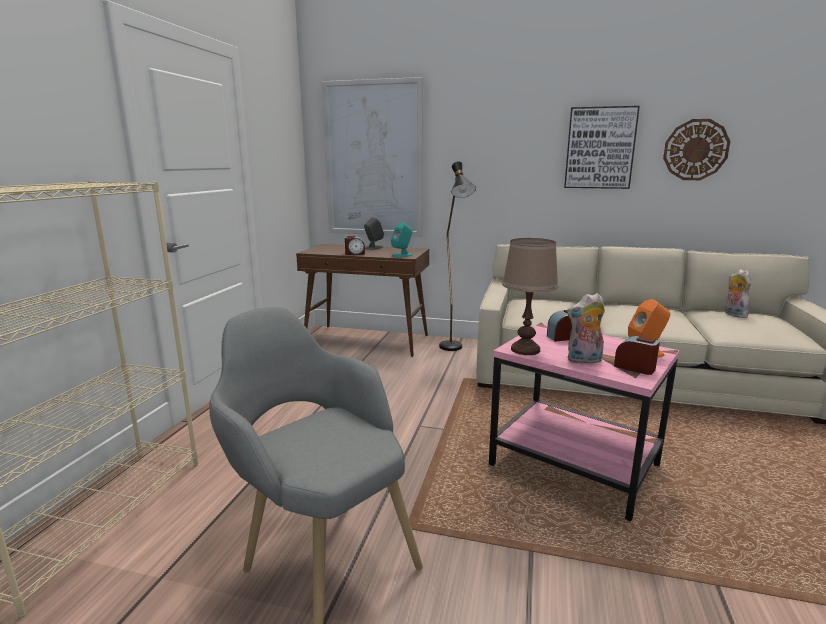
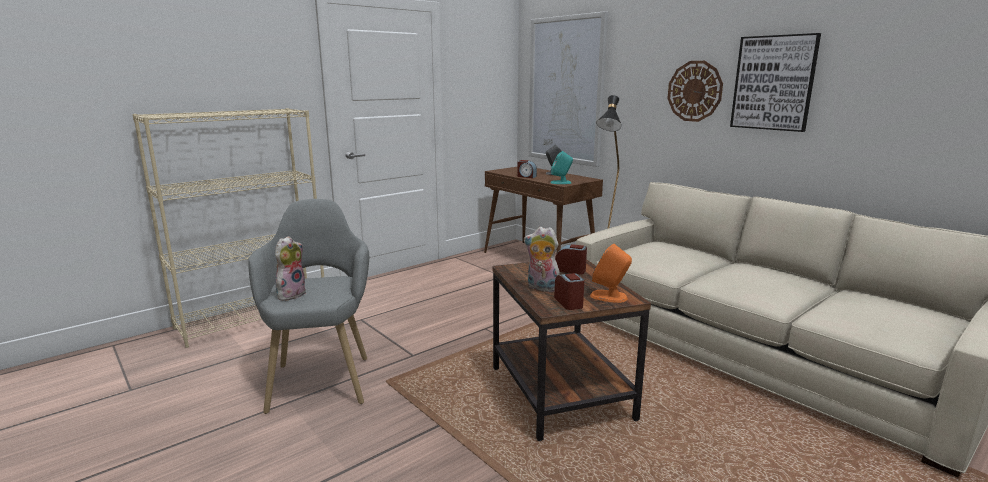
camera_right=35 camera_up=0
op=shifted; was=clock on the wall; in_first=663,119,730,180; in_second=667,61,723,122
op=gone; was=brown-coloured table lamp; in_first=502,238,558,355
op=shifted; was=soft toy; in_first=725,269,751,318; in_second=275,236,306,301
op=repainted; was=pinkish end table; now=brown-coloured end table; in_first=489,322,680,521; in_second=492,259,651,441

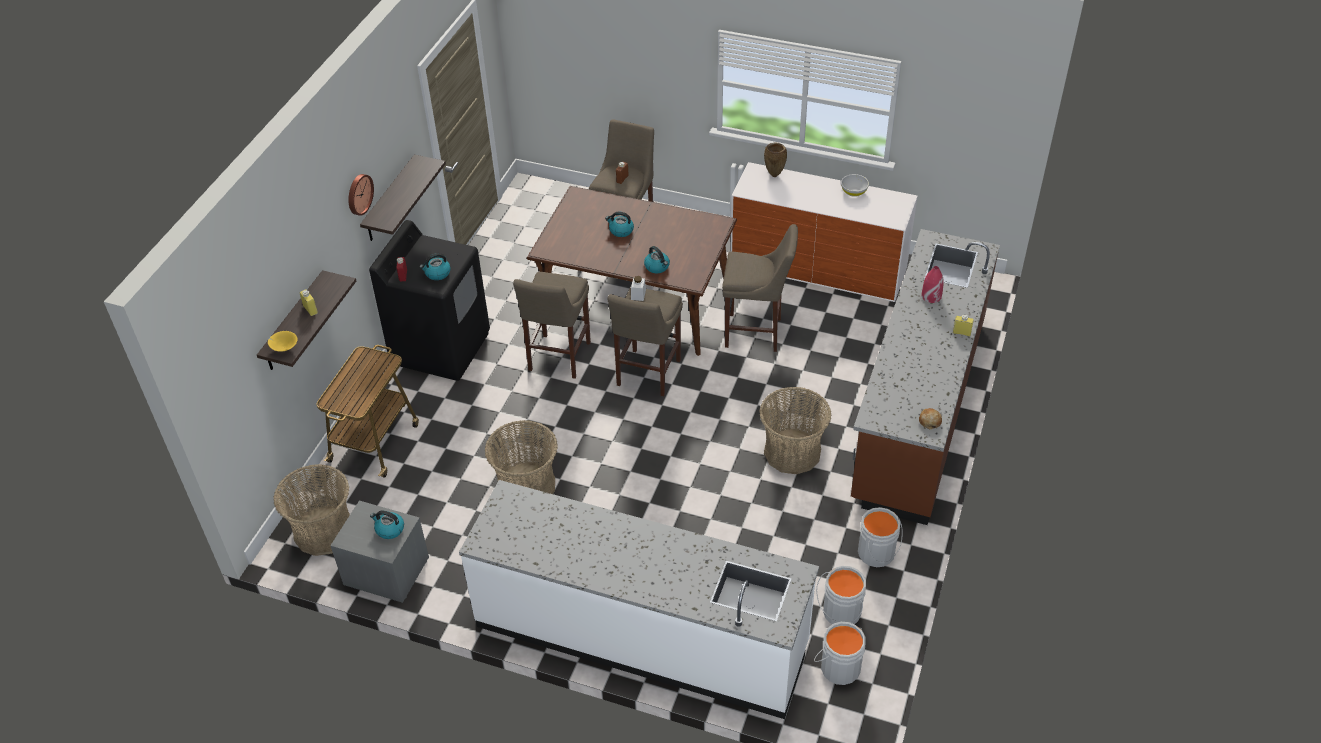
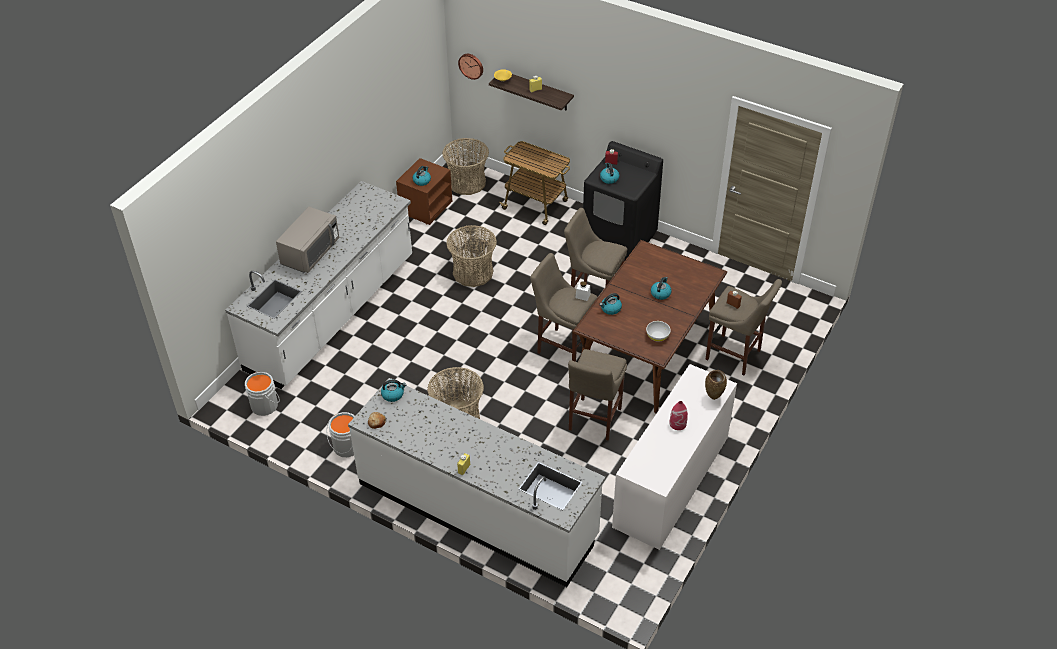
camera_right=100 camera_up=0
op=gone; was=shelf; in_first=360,154,446,241
op=shifted; was=clock on the wall; in_first=348,174,374,216; in_second=458,54,483,80
op=shifted; was=whitish serving bowl; in_first=841,174,869,197; in_second=646,321,671,342
op=repainted; was=brown-coloured kitchen counter; now=whitish kitchen counter; in_first=851,229,1000,525; in_second=348,378,605,587
op=shifted; was=red-coloured flower vase; in_first=921,266,944,303; in_second=669,401,688,430
op=repainted; was=grey bedside table; now=brown-coloured bedside table; in_first=330,501,429,603; in_second=396,158,452,225
op=gone; was=grey pail; in_first=816,566,866,624
op=new; now=grey microwave; in_second=276,207,339,273
op=new; now=kettle; in_second=381,380,406,402

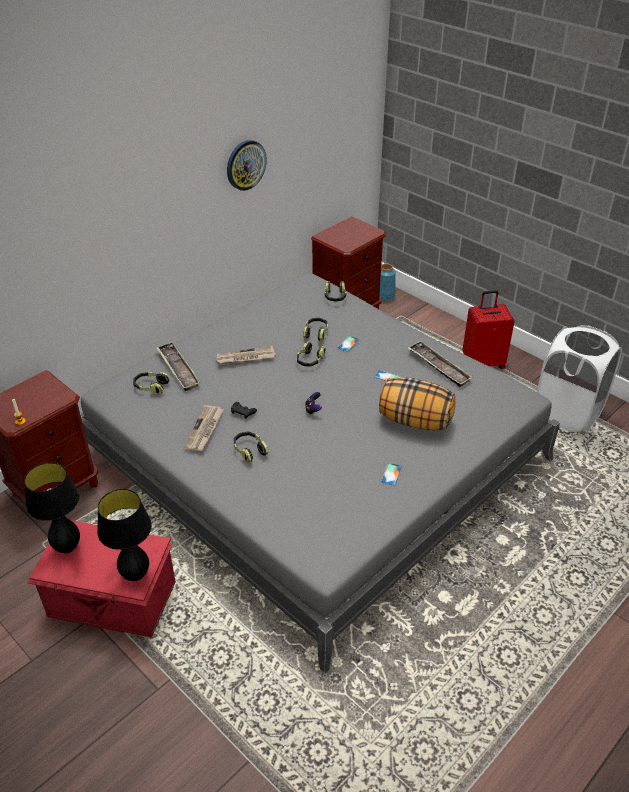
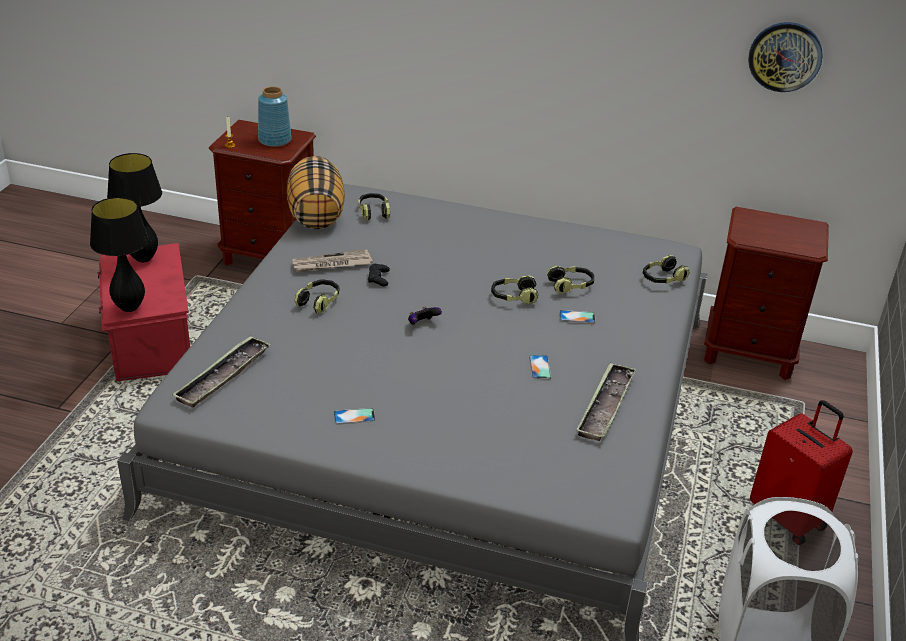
camera_right=60 camera_up=-5
op=shifted; was=clock on the wall; in_first=227,140,267,191; in_second=748,22,823,92
op=shifted; was=blue-coloured flower vase; in_first=379,264,396,301; in_second=258,86,292,147
op=shifted; was=carrying tray; in_first=156,342,201,391; in_second=172,336,271,408
op=gone; was=printed paper; in_first=217,345,276,364
op=shifted; was=cushion; in_first=379,377,455,431; in_second=287,156,345,229

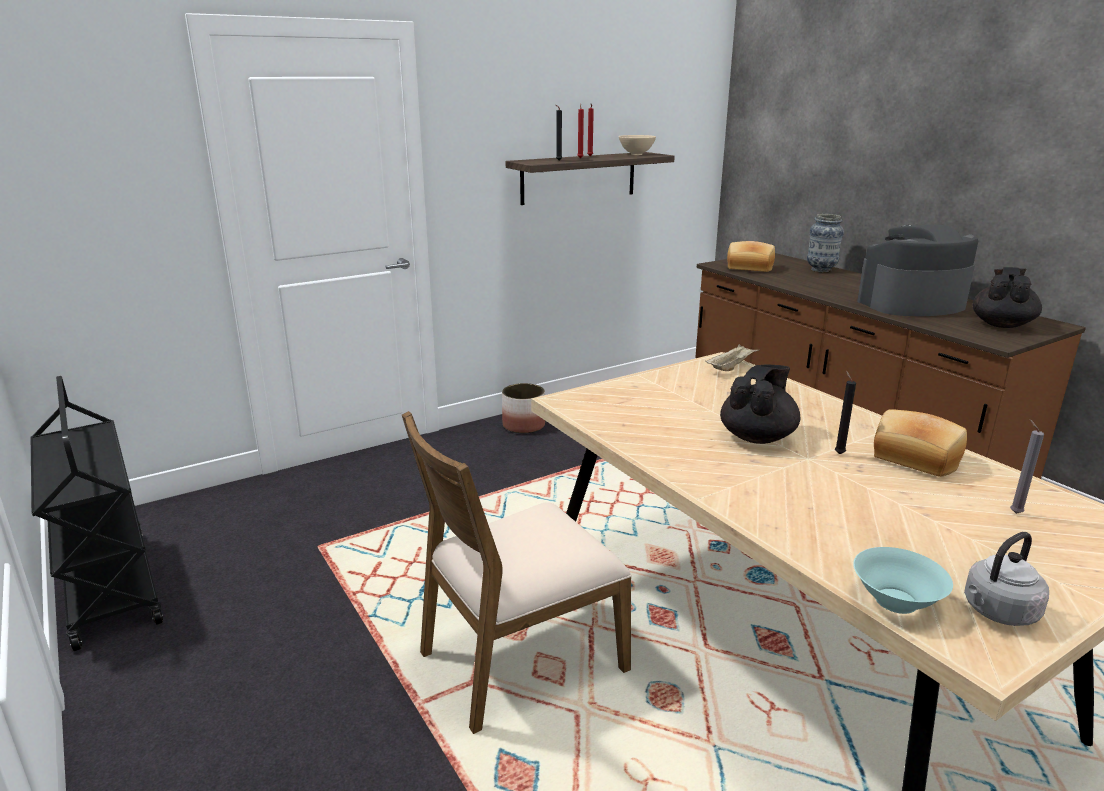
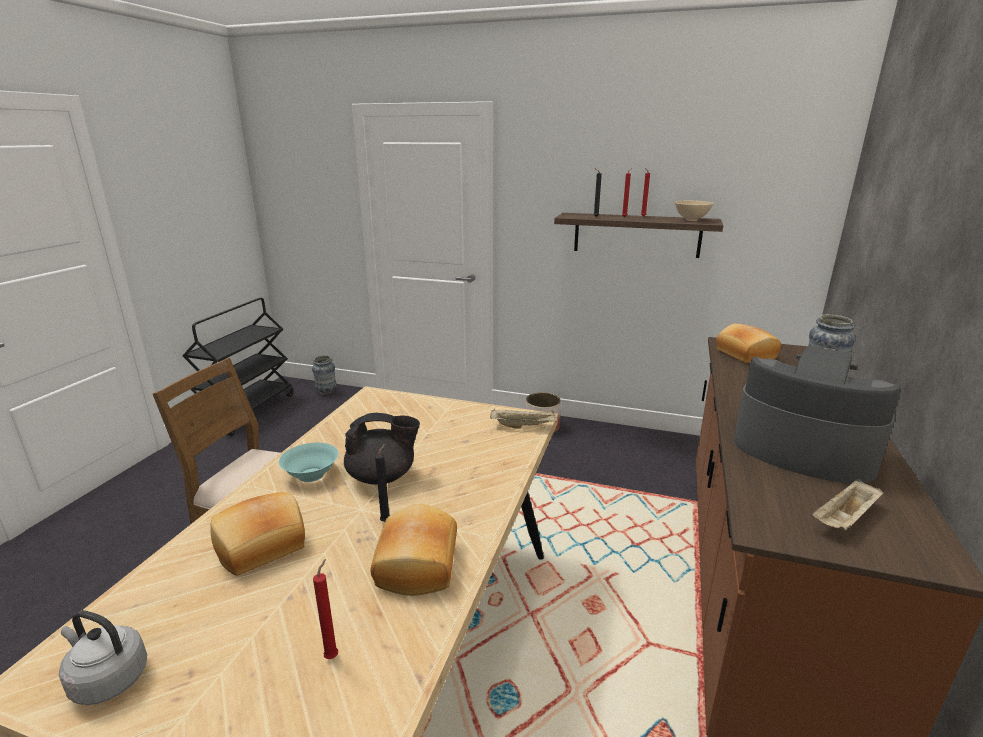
camera_right=50 camera_up=0
op=swapped; was=blackish teapot; now=beige-coloured carrying tray; in_first=973,267,1042,328; in_second=812,479,884,530
op=repainted; was=grey wax light; now=red-coloured wax light; in_first=1010,419,1044,514; in_second=313,559,338,659
op=shifted; was=blue-green serving bowl; in_first=853,547,953,614; in_second=279,443,338,482
op=new; now=flower vase; in_second=312,355,336,395
op=new; now=bakery bread; in_second=210,492,305,576

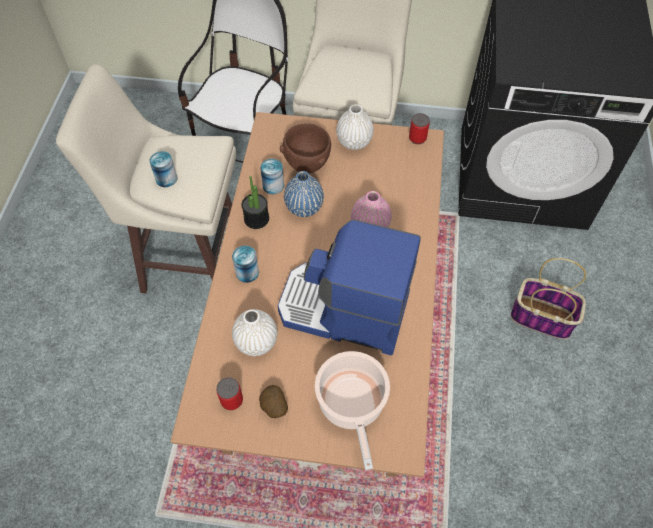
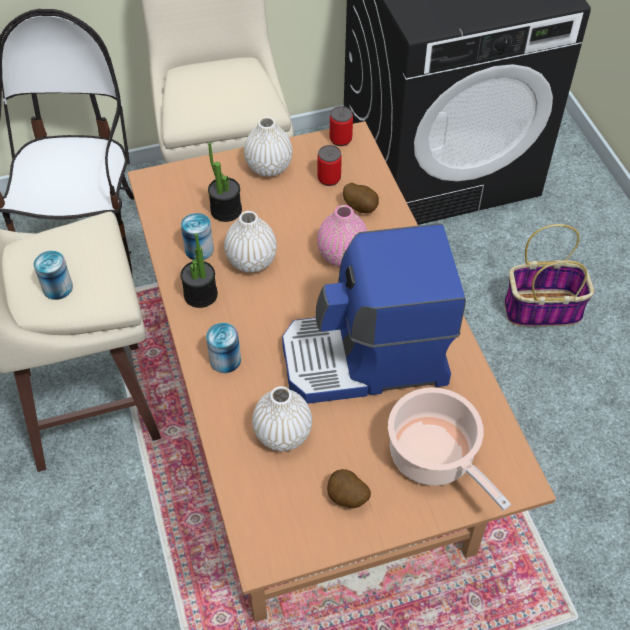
camera_right=-25 camera_up=-5
op=swapped; was=brown-coloured serving bowl; now=plant in a pot; in_first=280,123,331,173; in_second=208,142,242,222
op=repainted; was=blue-coloured flower vase; now=whitish flower vase; in_first=284,171,324,217; in_second=224,211,277,273
op=shifted; was=sealed can; in_first=216,377,243,410; in_second=317,145,342,186
op=new; now=potato; in_second=343,183,379,213

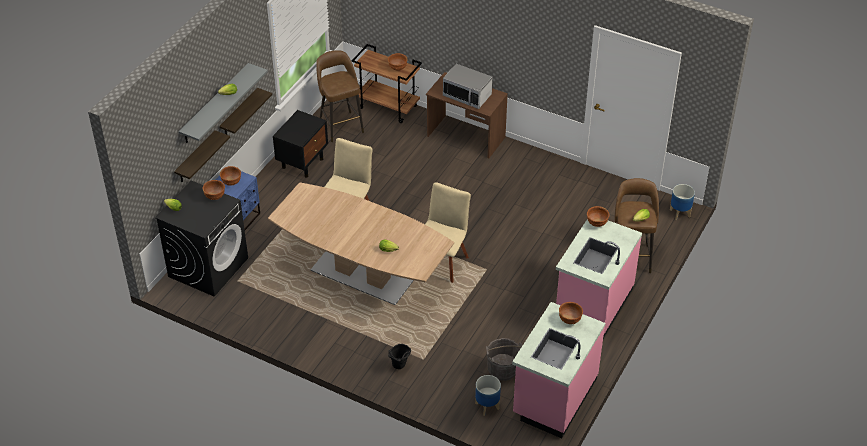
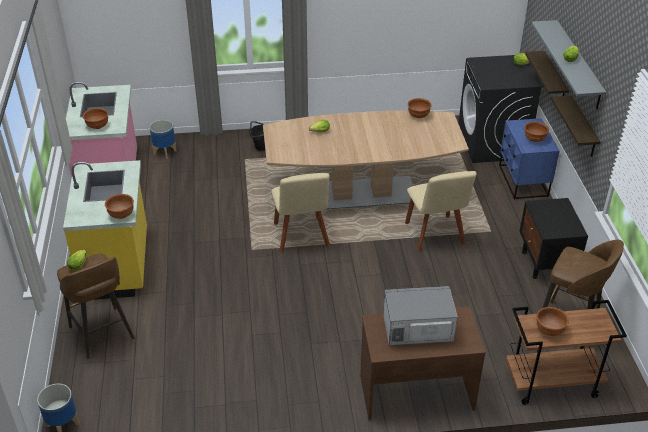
camera_right=145 camera_up=-5
op=shifted; was=brown-coloured serving bowl; in_first=203,180,225,200; in_second=408,98,432,118
op=repainted; was=pinkish kitchen counter; now=yellow-coloured kitchen counter; in_first=556,219,642,338; in_second=63,160,147,300
op=gone; was=grey pail; in_first=486,338,522,381

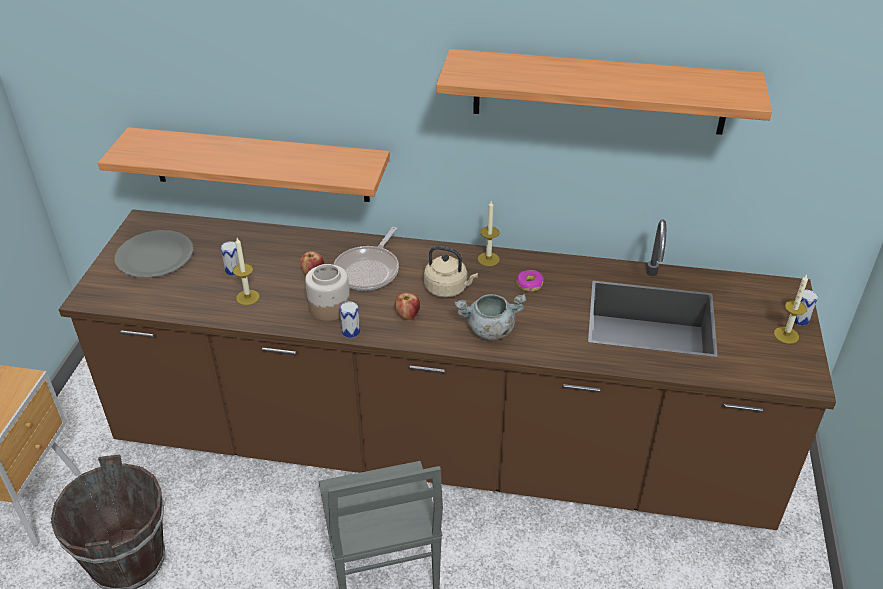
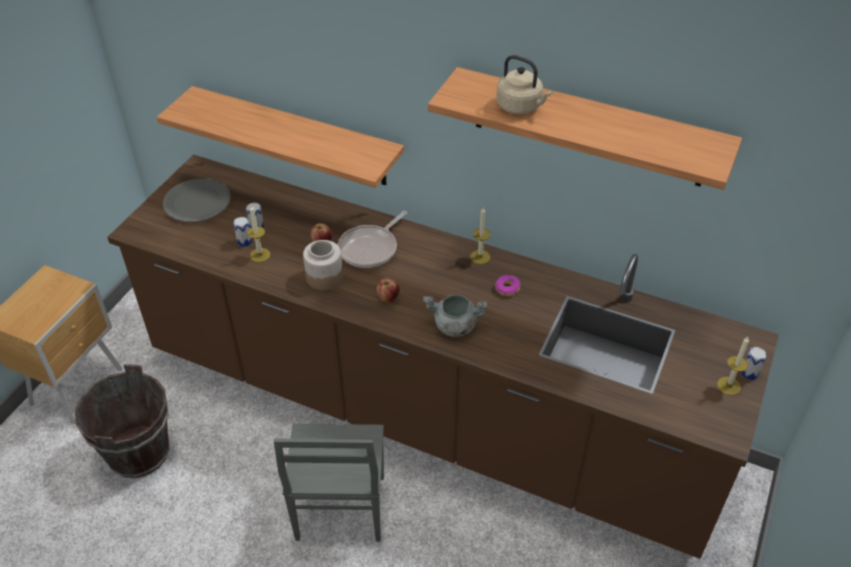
camera_right=15 camera_up=5
op=shifted; was=beige-coloured kettle; in_first=424,246,478,297; in_second=496,55,553,114
op=shifted; was=sealed can; in_first=340,301,360,338; in_second=233,217,252,247

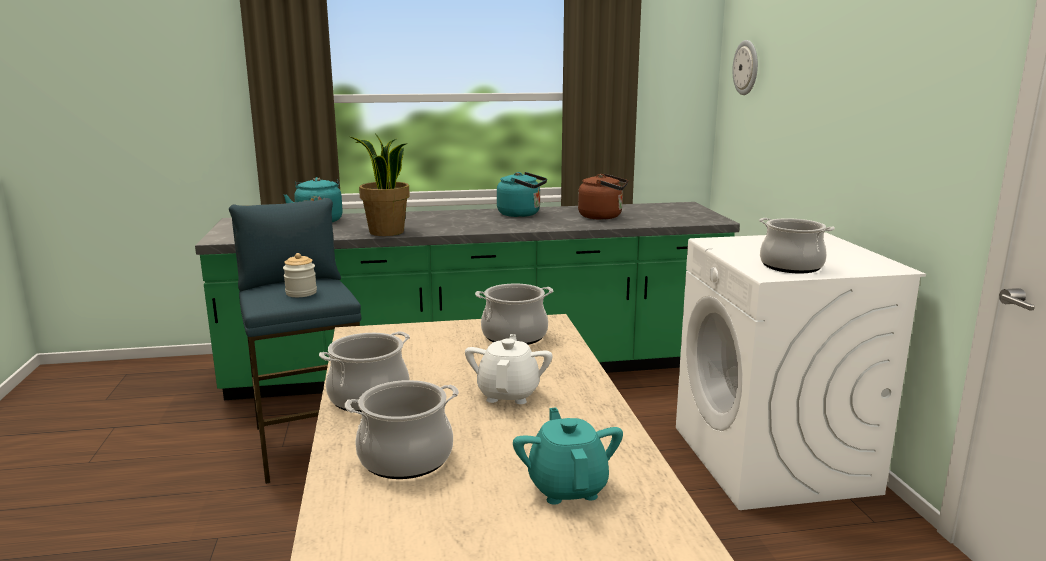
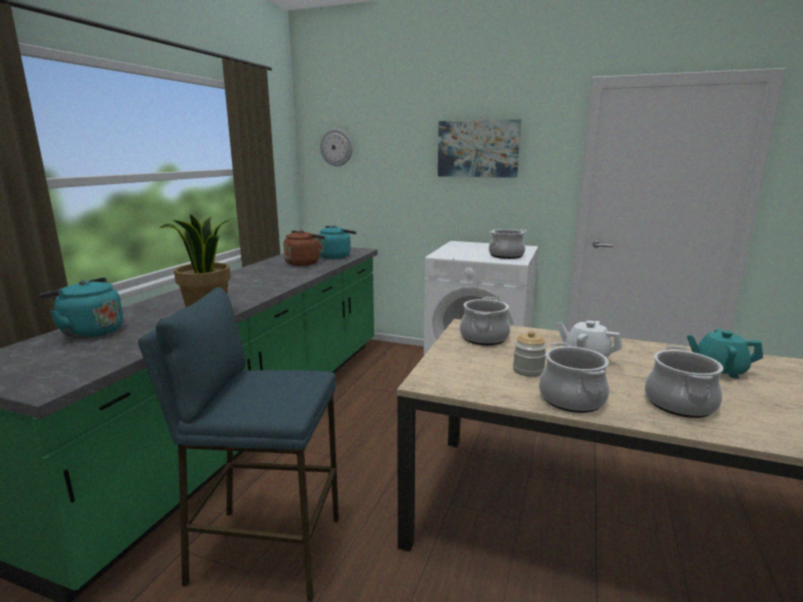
camera_right=-60 camera_up=0
op=shifted; was=blue-green kettle; in_first=497,172,547,217; in_second=317,225,356,259
op=shifted; was=preserve jar; in_first=283,253,317,297; in_second=513,331,547,377
op=new; now=picture; in_second=438,120,521,178

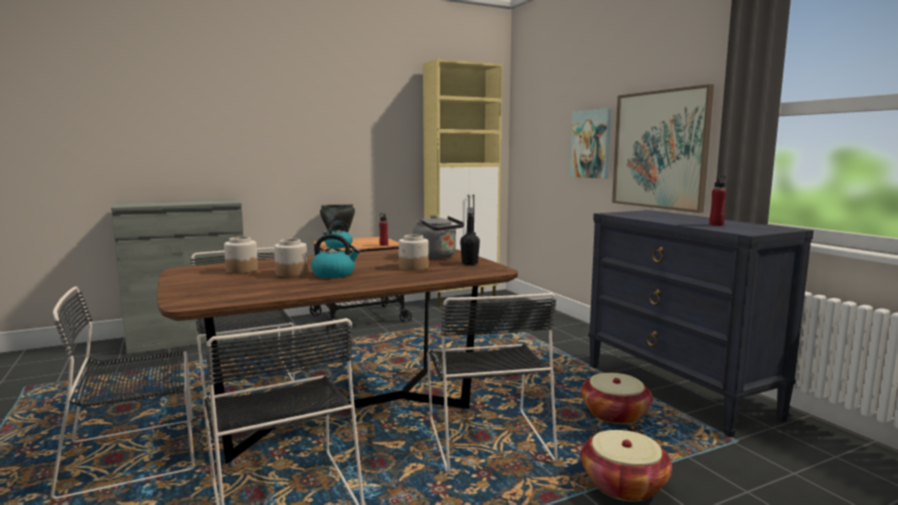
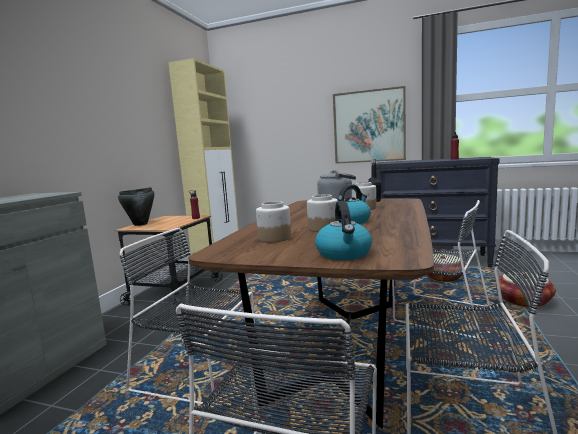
camera_right=-45 camera_up=0
op=gone; was=picture; in_first=569,108,612,179
op=shifted; was=kettle; in_first=323,221,353,248; in_second=315,201,372,260

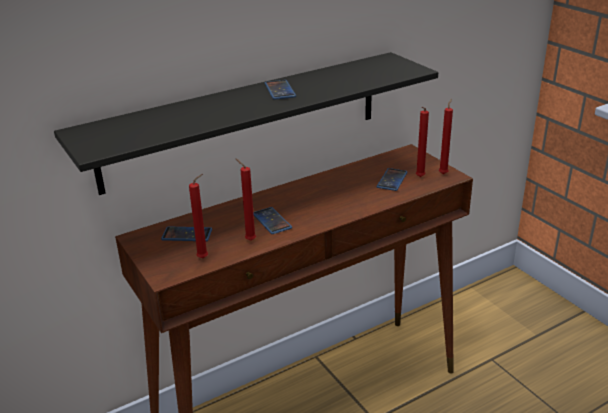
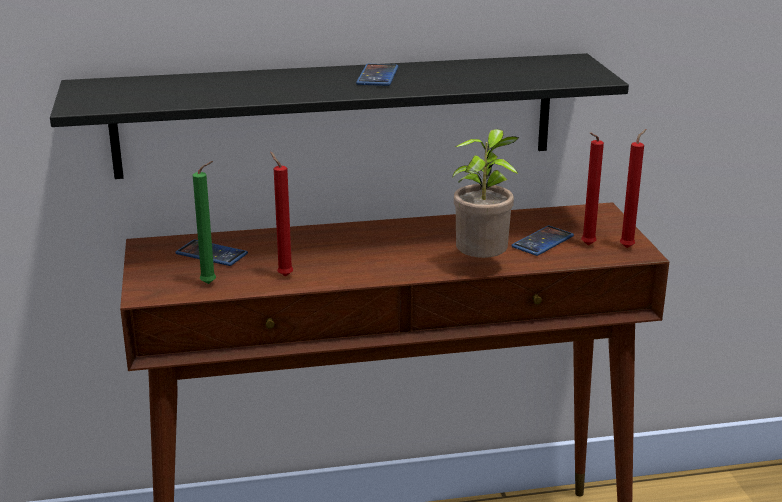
camera_right=20 camera_up=-5
op=repainted; was=red-coloured wax light; now=green-coloured wax light; in_first=189,174,208,258; in_second=193,161,216,284
op=gone; was=phone; in_first=253,207,292,234
op=new; now=plant in a pot; in_second=452,129,519,258

